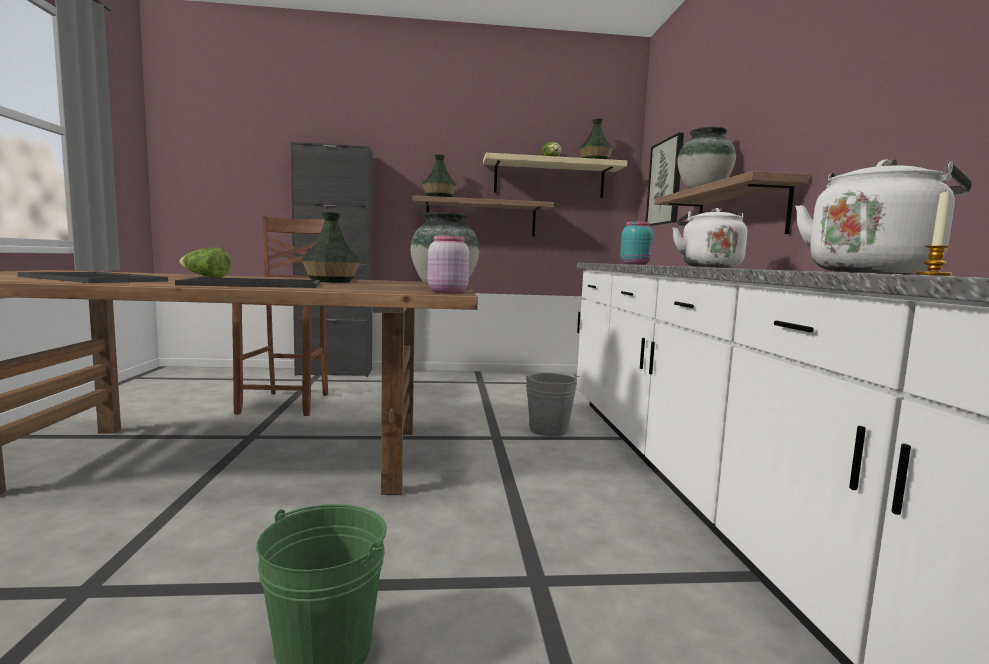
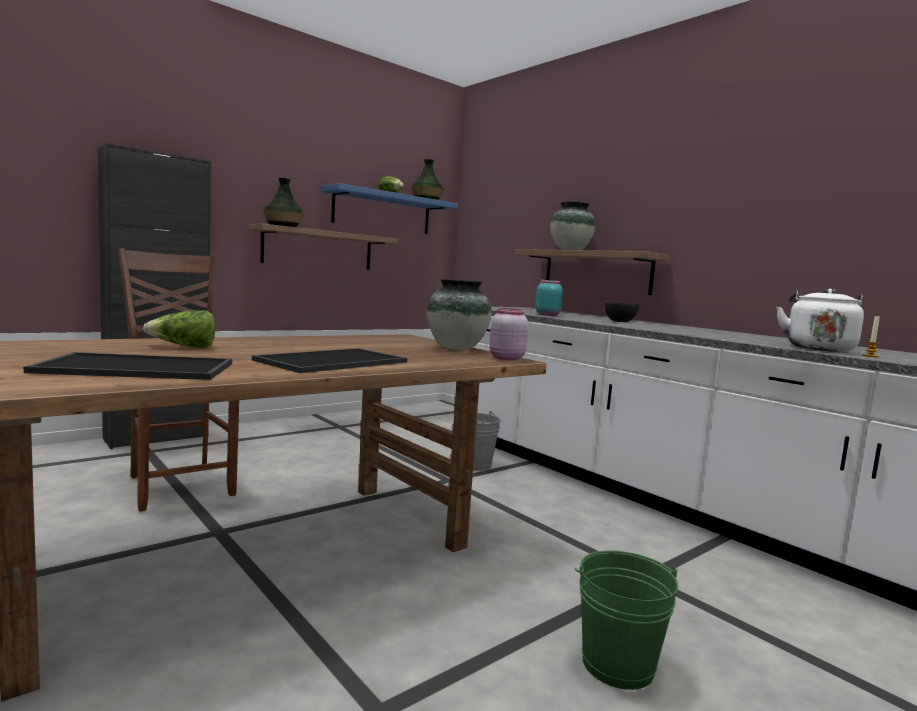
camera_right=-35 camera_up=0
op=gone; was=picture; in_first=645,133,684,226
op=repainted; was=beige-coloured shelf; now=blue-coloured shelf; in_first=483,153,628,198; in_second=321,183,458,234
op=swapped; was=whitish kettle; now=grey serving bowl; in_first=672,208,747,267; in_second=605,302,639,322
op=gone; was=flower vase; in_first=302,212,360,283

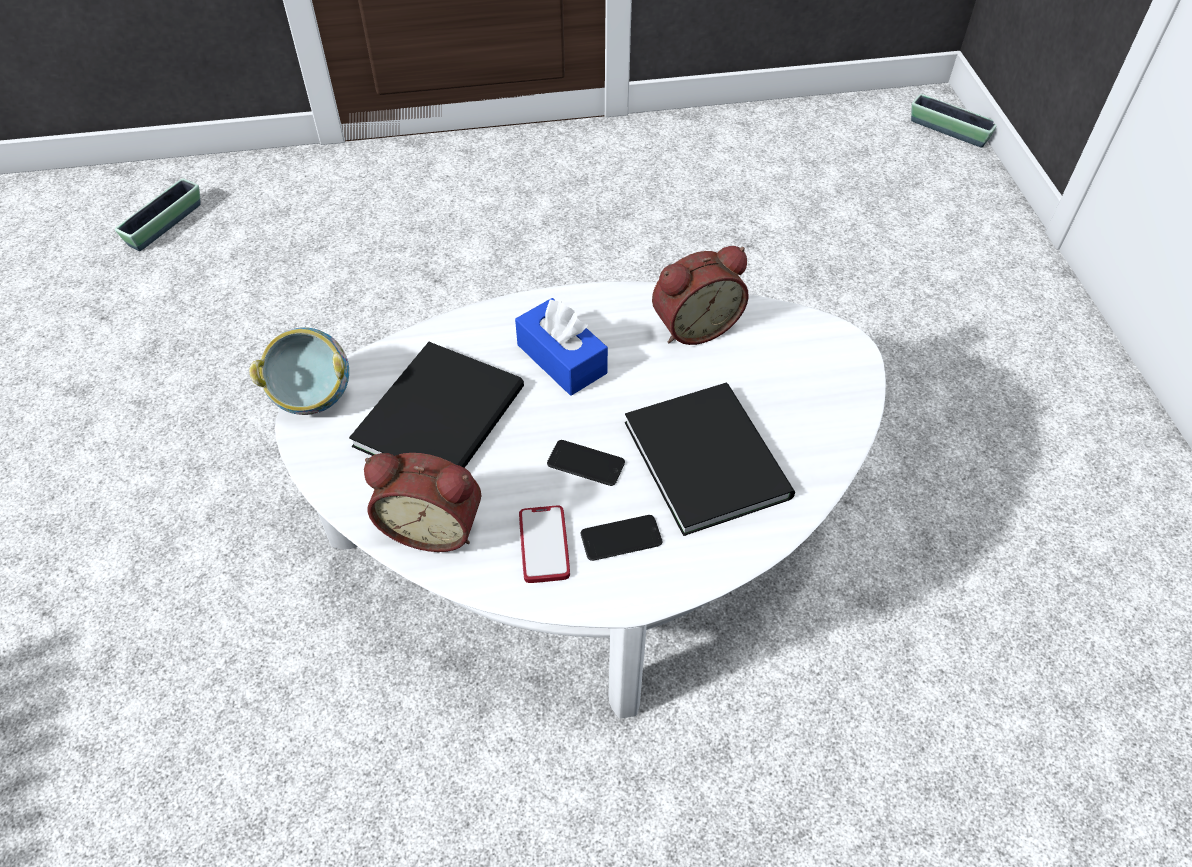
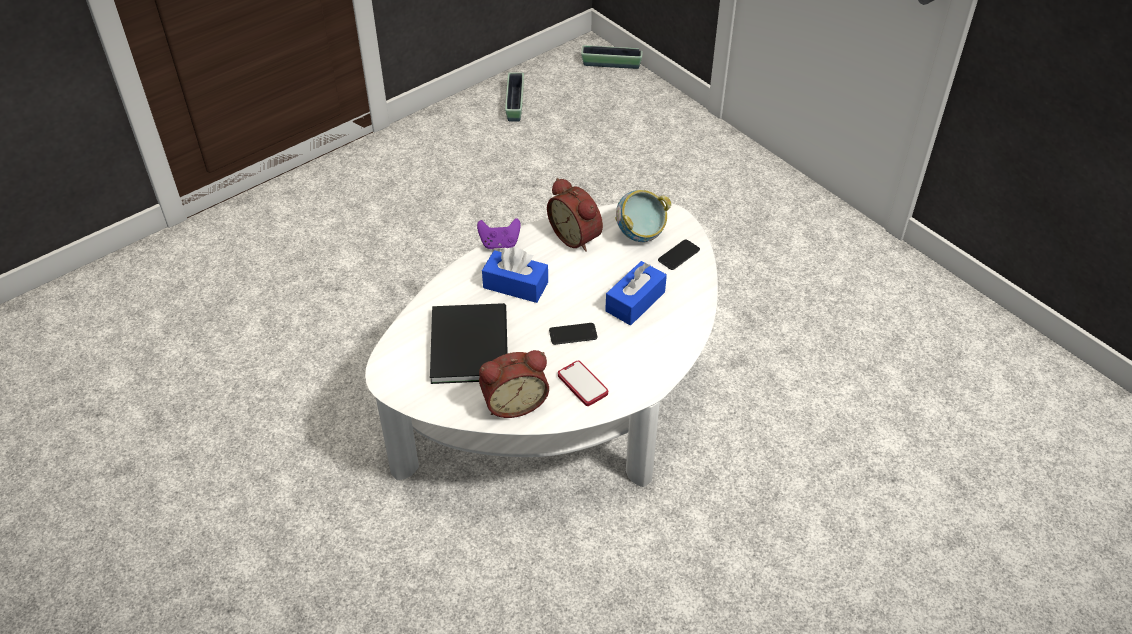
camera_right=-30 camera_up=-5
op=shifted; was=planter; in_first=115,178,201,251; in_second=505,72,524,121
op=rotated; was=bedside clock; in_first=652,246,749,345; in_second=547,178,603,252; clockwise=105
op=shifted; was=serving bowl; in_first=249,327,349,415; in_second=615,190,671,242
op=swapped; was=blackish book; now=blue-coloured box of tissues; in_first=625,383,795,536; in_second=605,261,667,325
op=shifted; was=phone; in_first=581,515,662,561; in_second=658,239,700,270
op=new; now=purplish gamepad; in_second=477,218,521,249

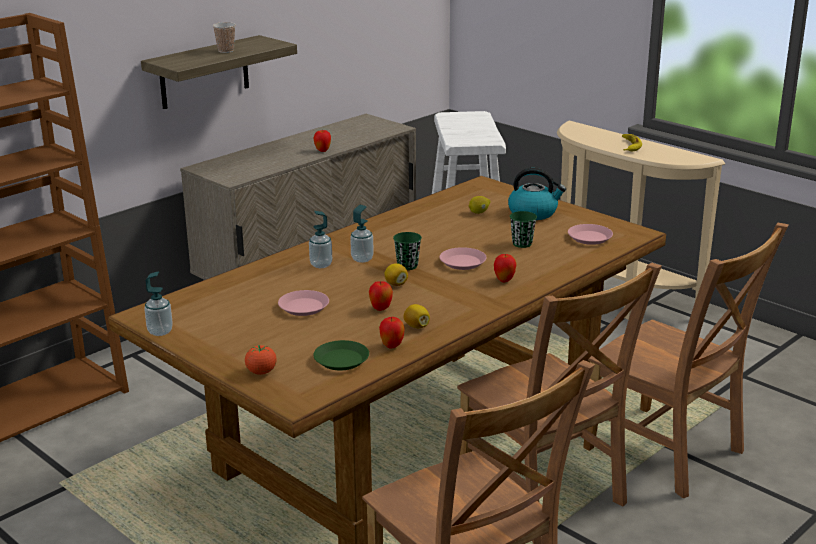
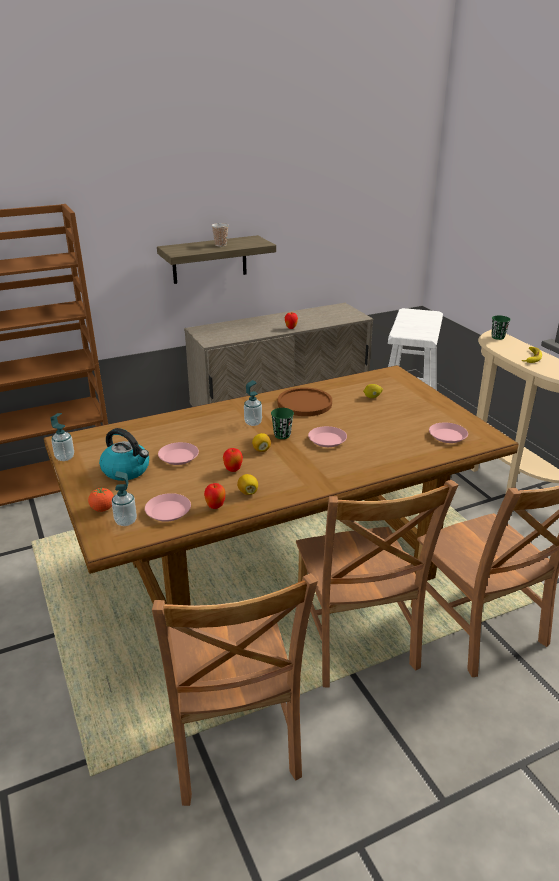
camera_right=20 camera_up=5
op=shifted; was=kettle; in_first=508,168,566,220; in_second=99,428,149,481
op=shifted; was=soap dispenser; in_first=309,211,332,268; in_second=112,471,137,526
op=shifted; was=green-coloured drinking cup; in_first=510,211,537,248; in_second=492,315,511,340
op=gone; was=apple; in_first=494,254,517,282
op=repainted; was=green-coloured flat dish; now=pinkish flat dish; in_first=313,340,369,370; in_second=145,493,191,522
op=new; now=brown-coloured flat dish; in_second=278,387,332,416

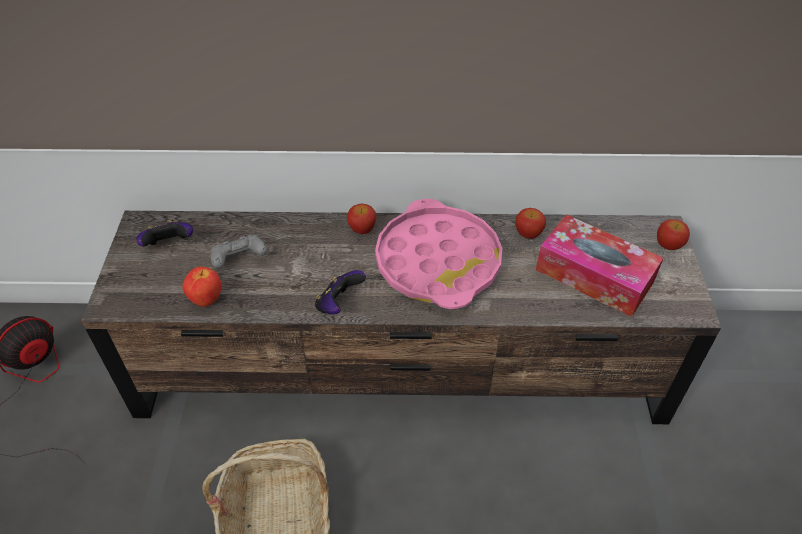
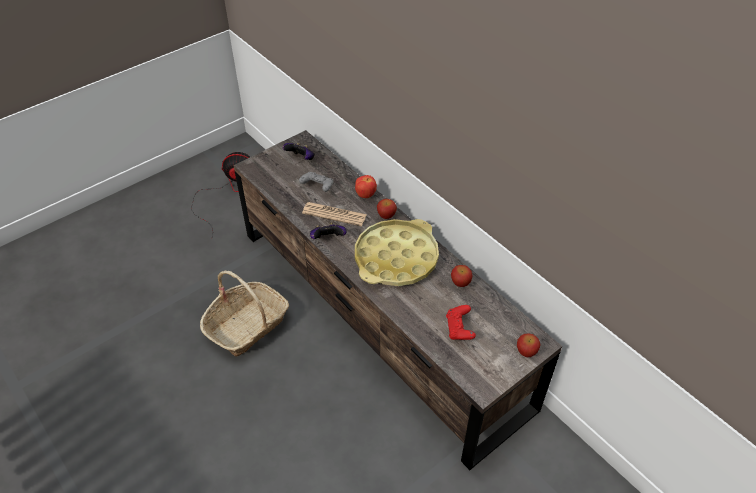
camera_right=50 camera_up=0
op=repainted; was=pinkish carrying tray; now=yellow-coloured carrying tray; in_first=375,199,502,309; in_second=355,219,439,286
op=swapped; was=box of tissues; now=red-coloured gamepad; in_first=536,214,663,317; in_second=446,305,476,340
op=shifted; was=apple; in_first=182,266,221,307; in_second=355,175,377,198
op=new; now=printed paper; in_second=302,202,367,226

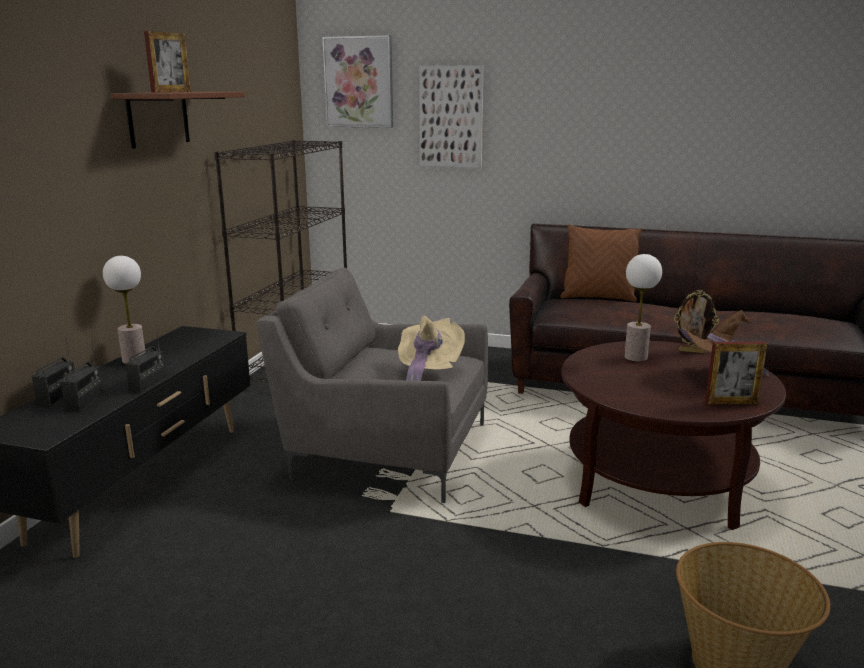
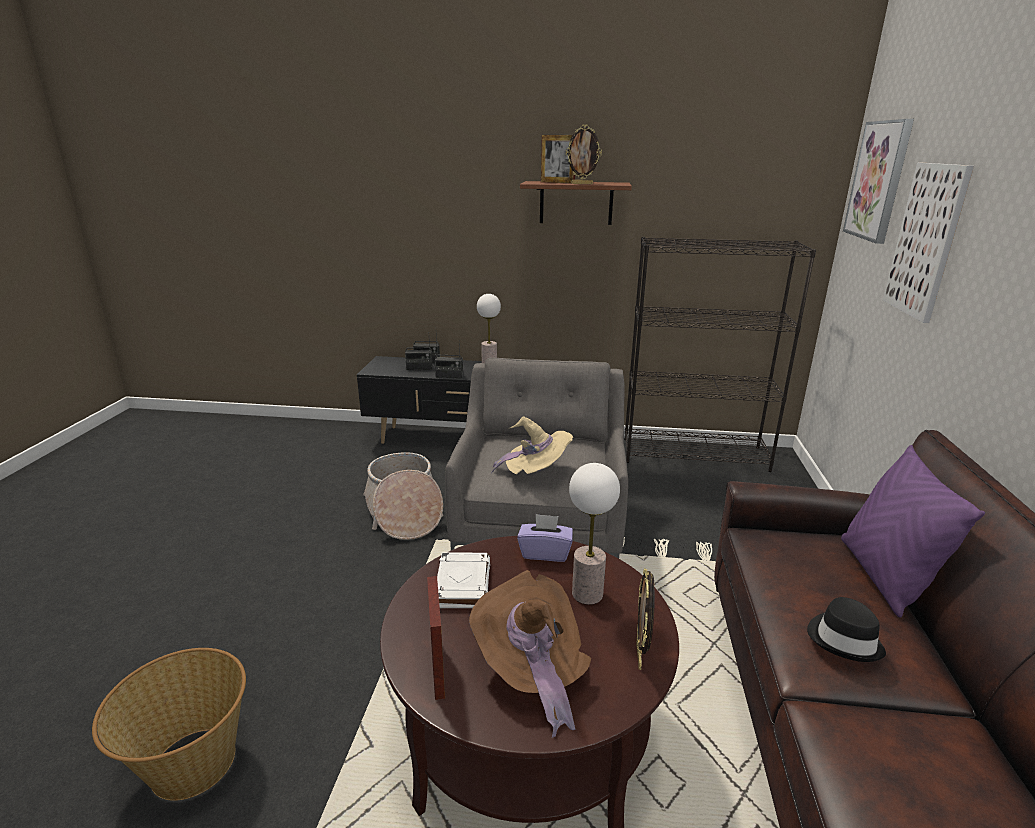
camera_right=80 camera_up=5
op=repainted; was=brown-coloured cushion; now=purplish cushion; in_first=560,224,642,302; in_second=841,445,985,618
op=new; now=photo frame; in_second=566,125,602,184
op=new; now=storage basket; in_second=363,452,443,540
op=new; now=purplish box of tissues; in_second=517,514,573,562
op=new; now=whitish book; in_second=437,552,490,608
op=new; now=blackish wearable hat; in_second=807,597,886,662

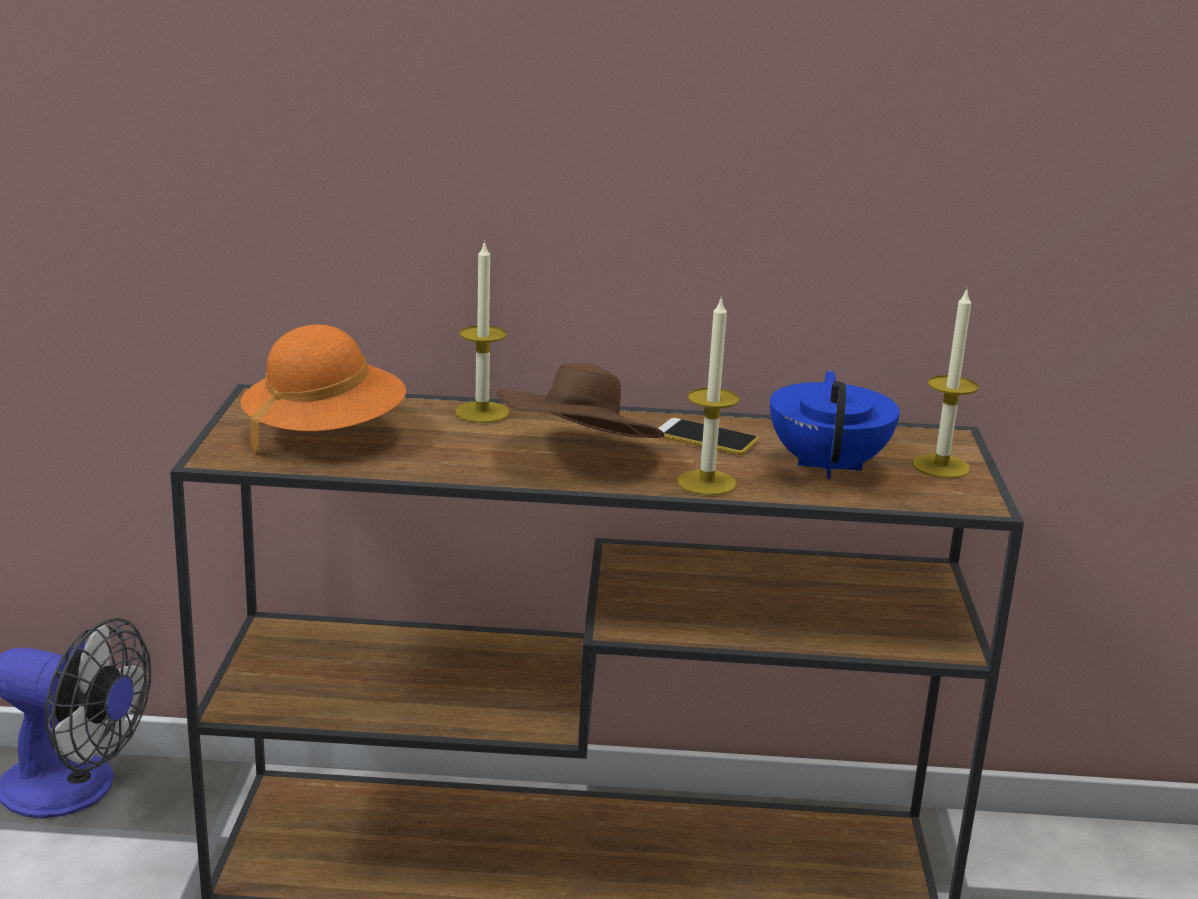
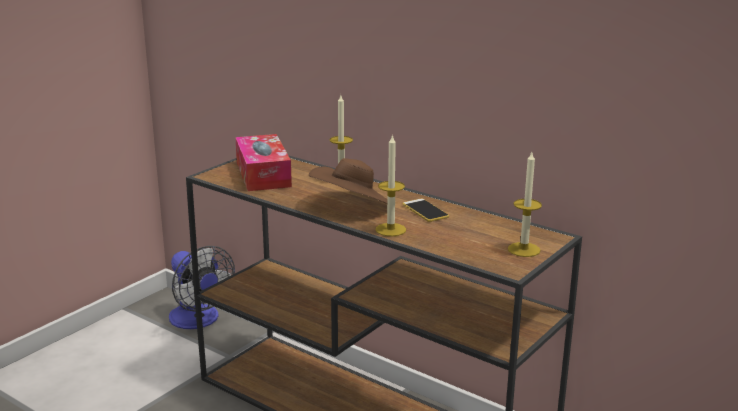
camera_right=35 camera_up=0
op=swapped; was=orangey wearable hat; now=box of tissues; in_first=241,325,406,453; in_second=235,134,292,191
op=gone; was=blue-coloured teapot; in_first=770,371,900,479

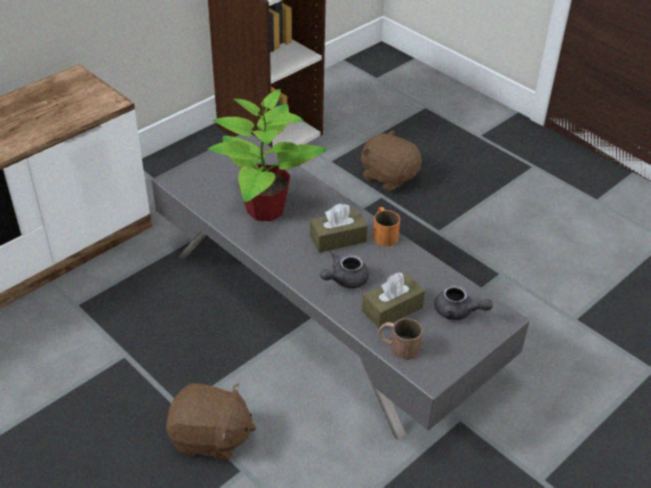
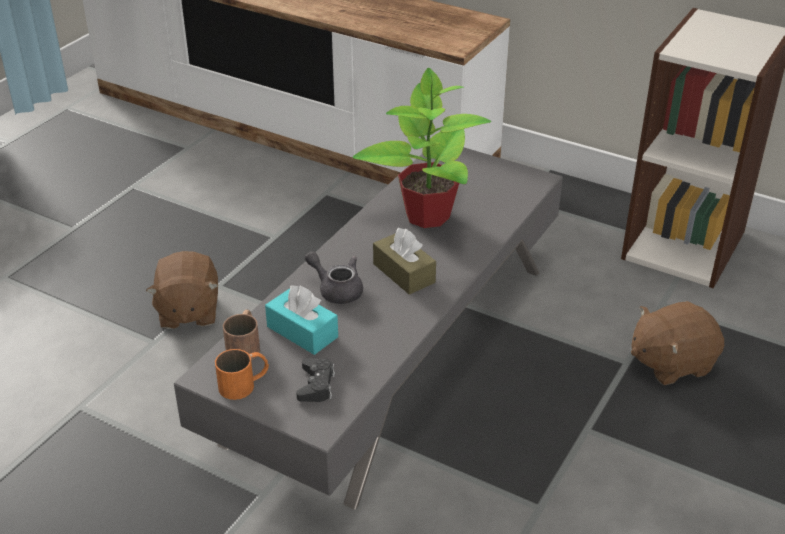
camera_right=75 camera_up=-5
op=rotated; was=brown-coloured soft toy; in_first=361,130,422,191; in_second=631,301,724,385; clockwise=-135
op=shifted; was=orangey coffee mug; in_first=373,207,400,246; in_second=215,349,269,400
op=repainted; was=brown-coloured box of tissues; now=blue-green box of tissues; in_first=362,272,425,329; in_second=265,286,338,355
op=swapped; was=grey teapot; now=blackish gamepad; in_first=435,284,493,320; in_second=296,358,335,402

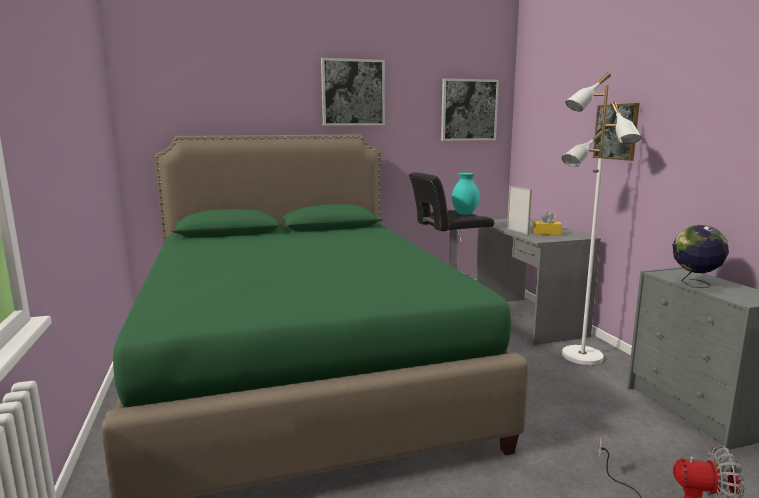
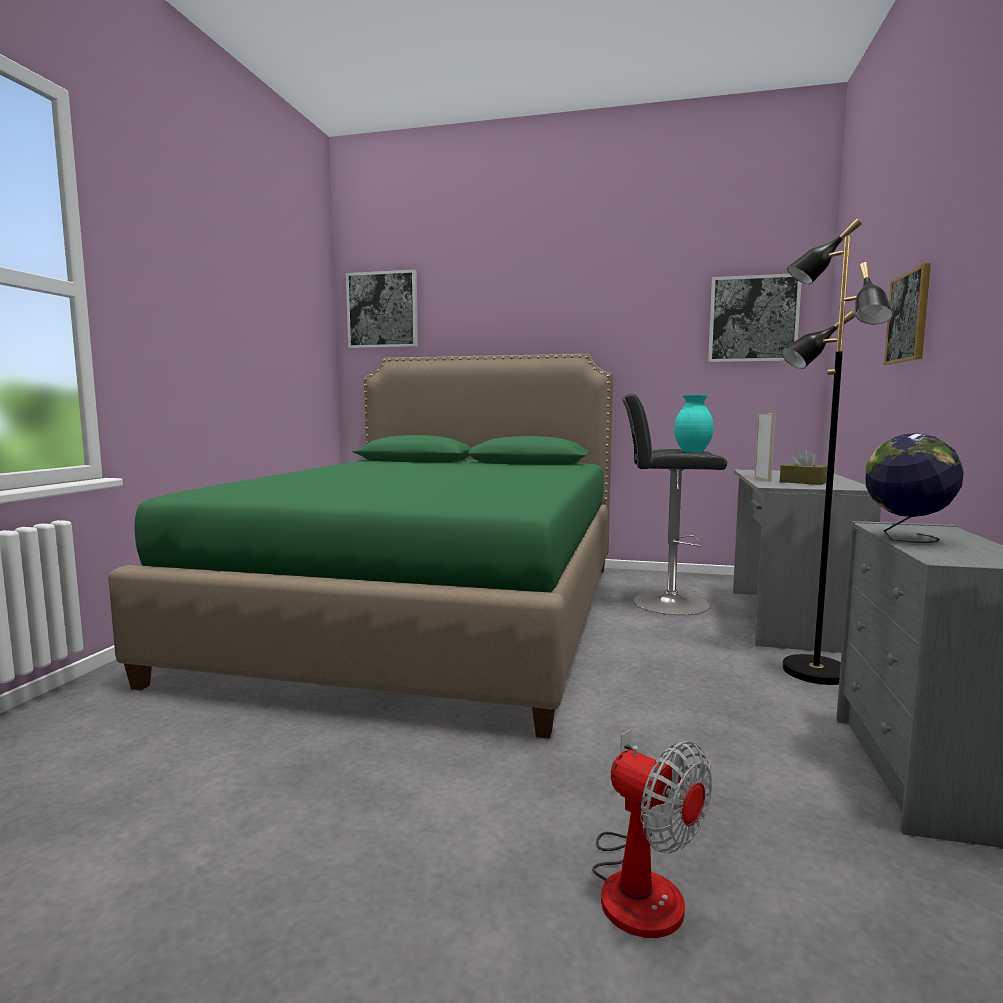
camera_right=30 camera_up=-5
op=shifted; was=picture; in_first=321,58,385,125; in_second=346,269,418,348
op=repainted; was=whitish standing lamp; now=blackish standing lamp; in_first=562,72,641,365; in_second=781,218,893,685
op=repainted; was=yellow-coloured box of tissues; now=brown-coloured box of tissues; in_first=533,212,562,235; in_second=780,449,827,485

